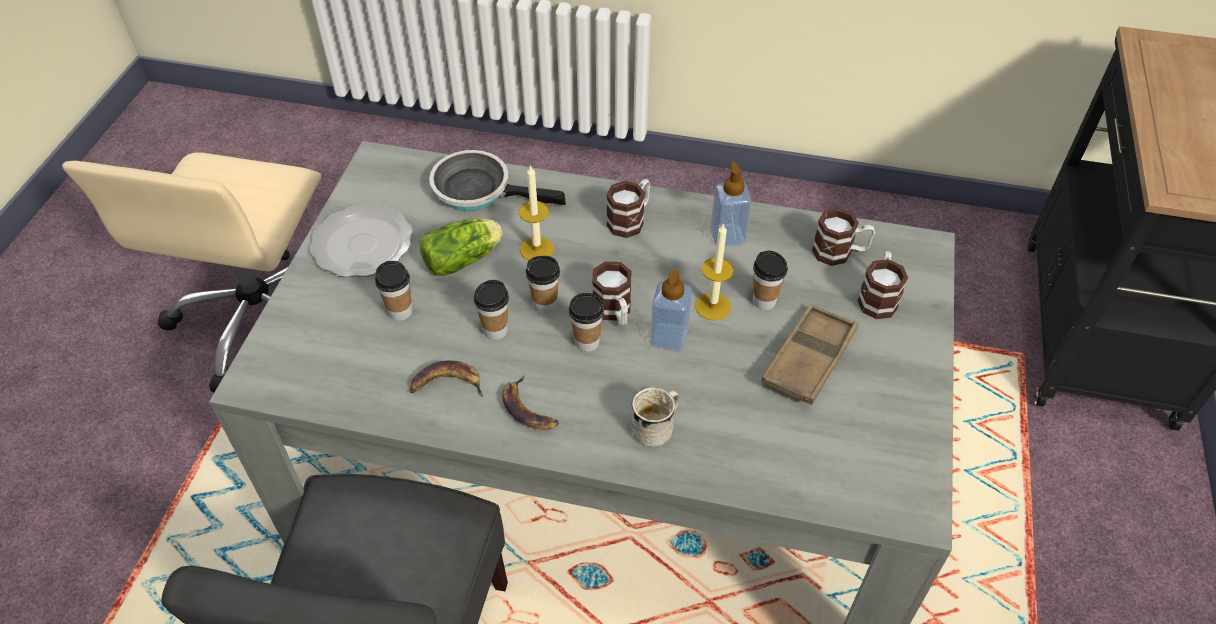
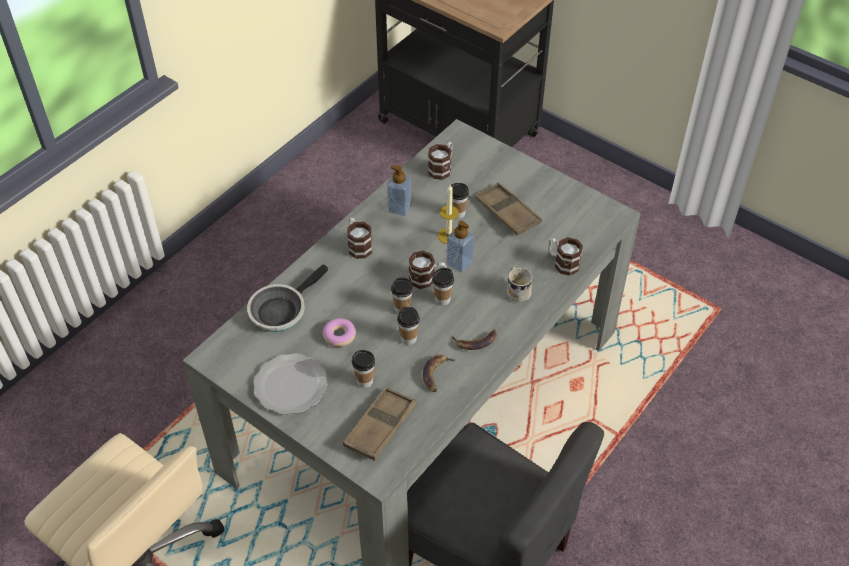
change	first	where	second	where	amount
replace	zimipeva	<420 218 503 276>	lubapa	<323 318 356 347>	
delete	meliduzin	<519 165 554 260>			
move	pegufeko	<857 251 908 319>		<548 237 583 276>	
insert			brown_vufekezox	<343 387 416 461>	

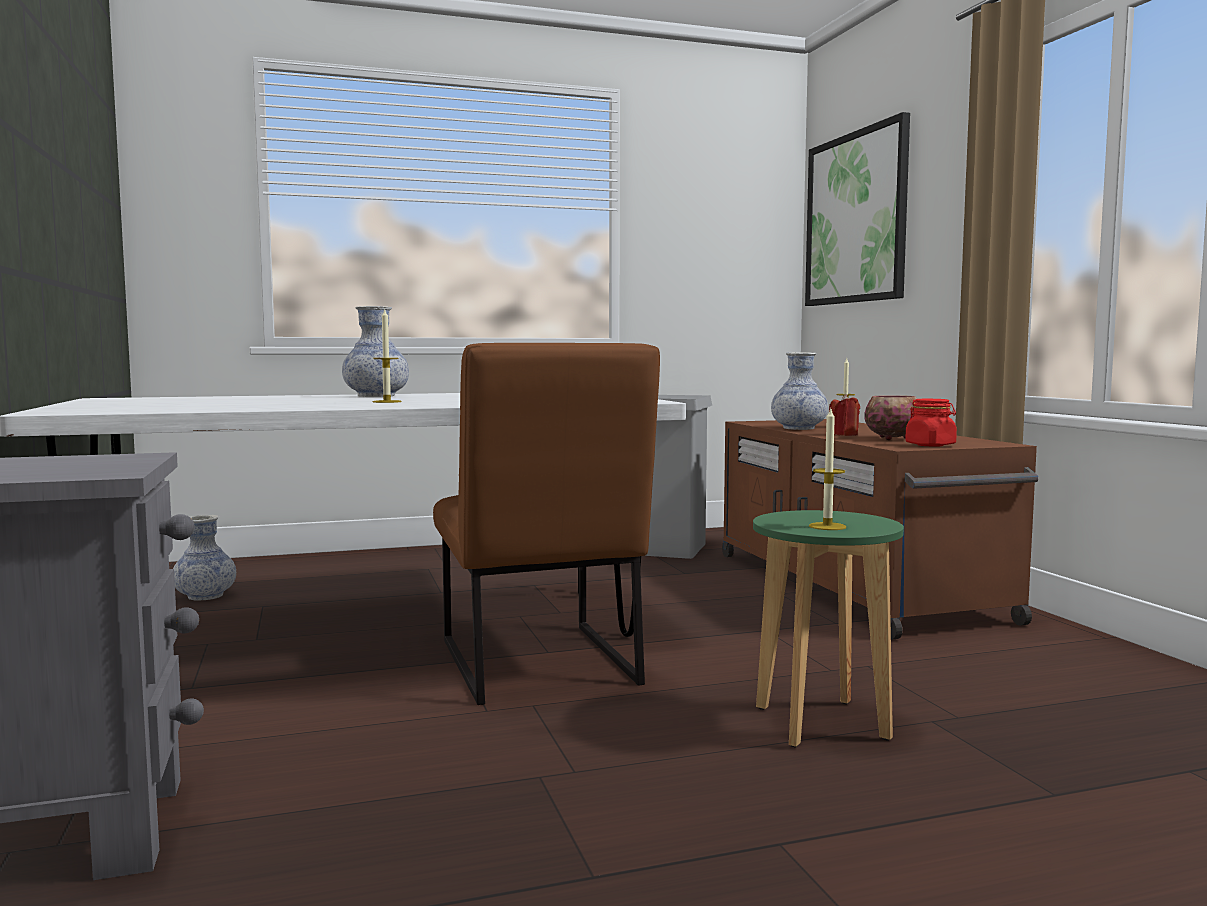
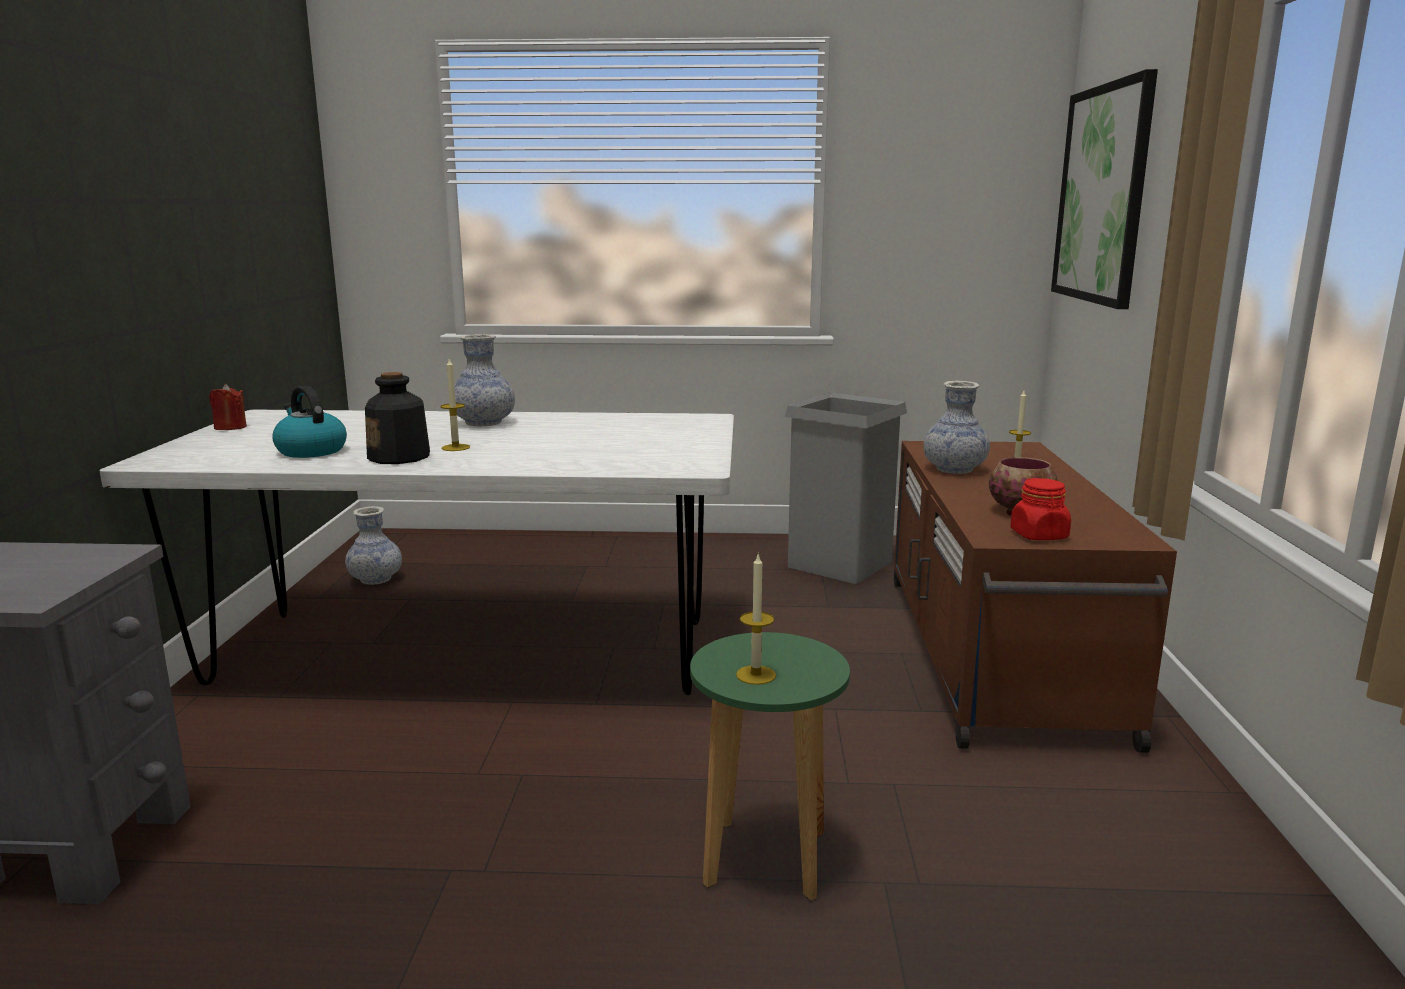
change	first	where	second	where	amount
delete	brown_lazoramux	<433 343 660 705>			
move	red_meliduzin	<829 394 860 436>		<209 384 247 430>	
insert			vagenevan	<272 386 347 458>	
insert			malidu	<365 372 430 464>	

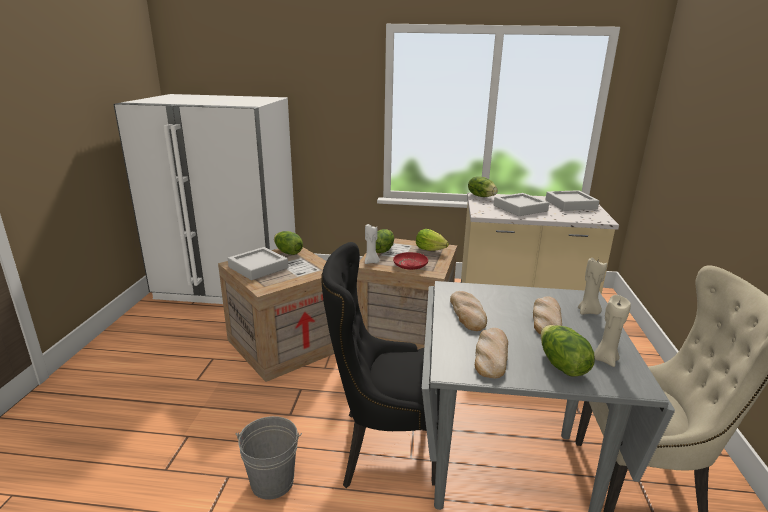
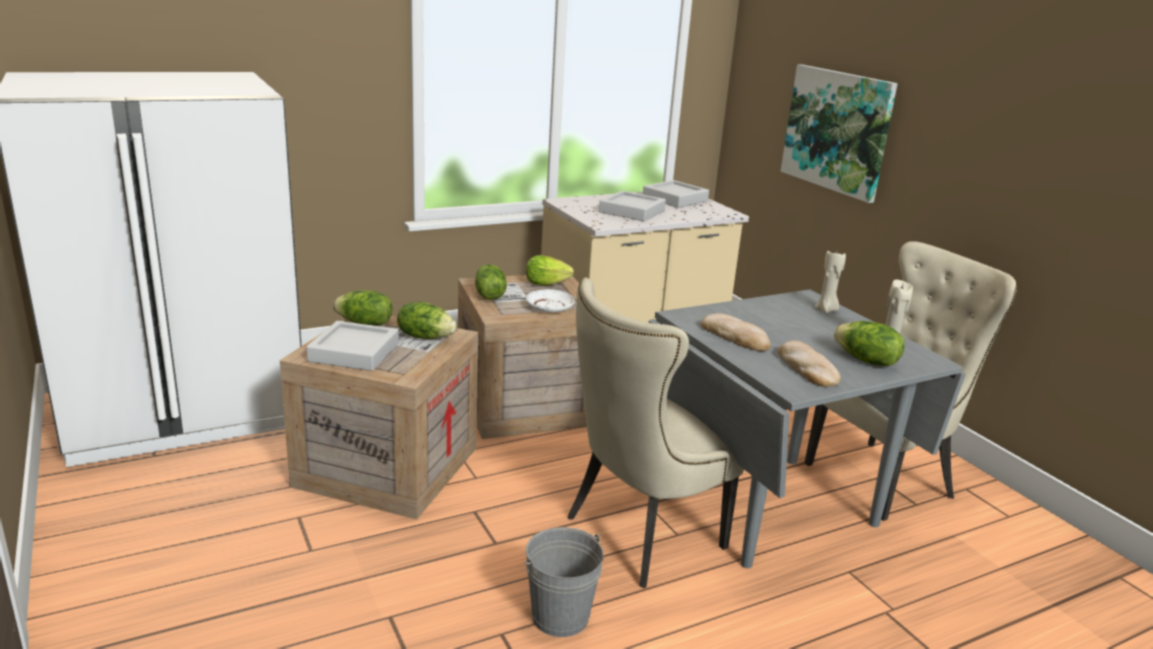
change	first	where	second	where	amount
recolor	black_lazoramux	<321 242 440 488>	beige_lazoramux	<567 278 744 588>	
delete	white_meliduzin	<365 224 380 264>			
recolor	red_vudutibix	<393 252 428 270>	white_vudutibix	<526 289 574 313>	
move	zimipeva	<468 176 498 197>		<397 302 457 339>	
delete	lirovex	<533 296 562 335>			
insert			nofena	<781 64 898 203>	

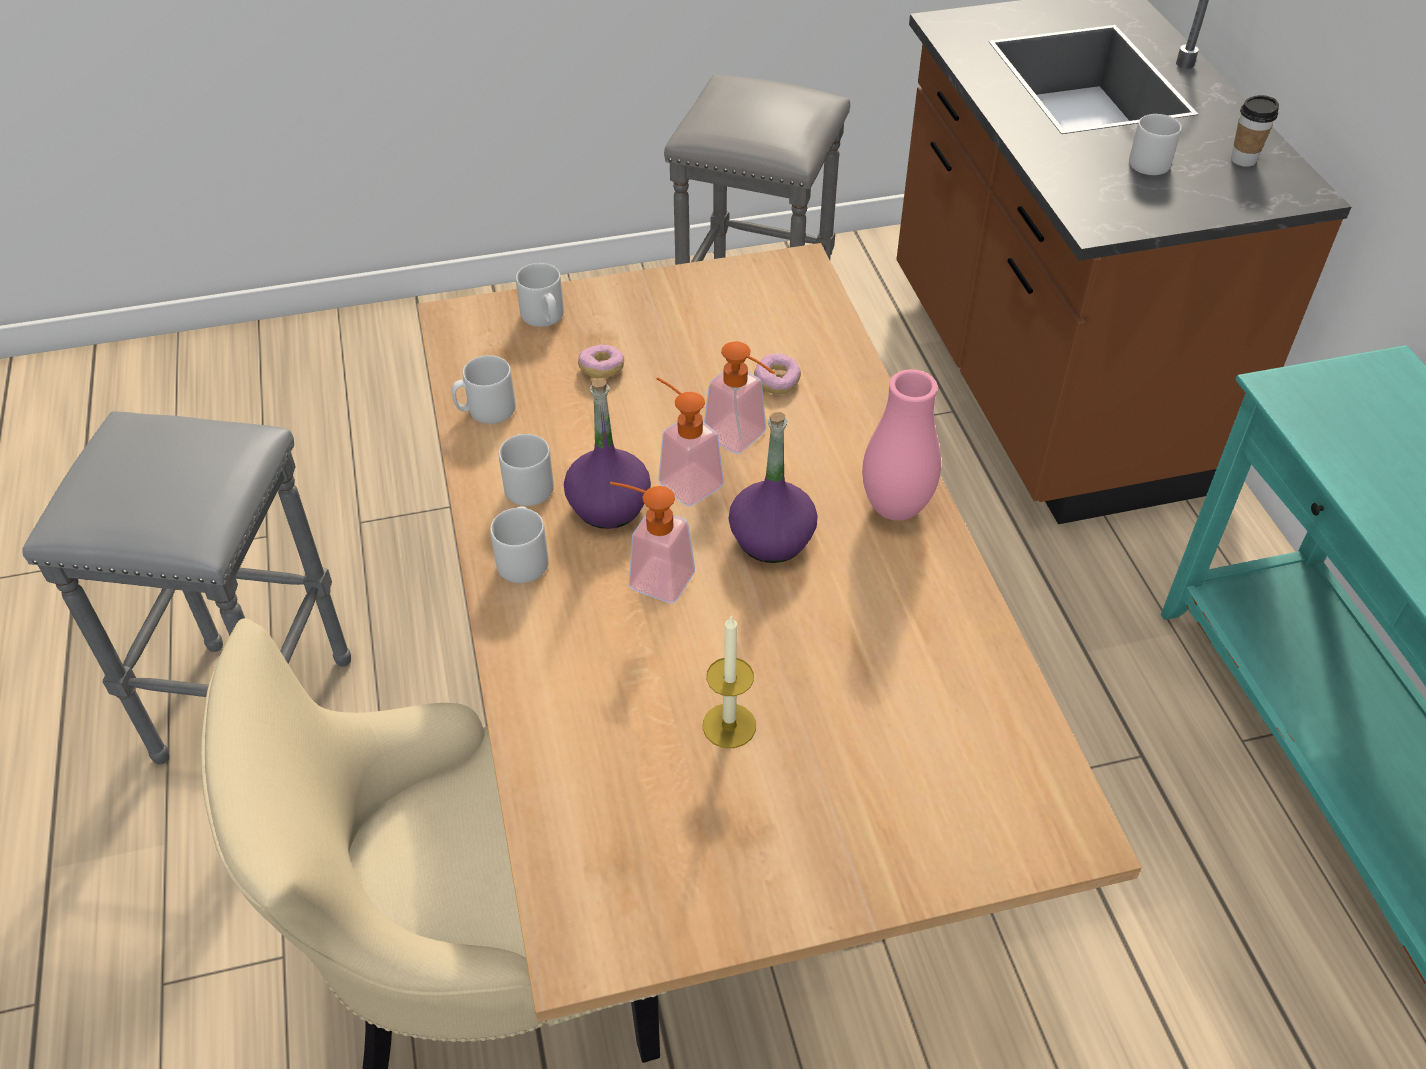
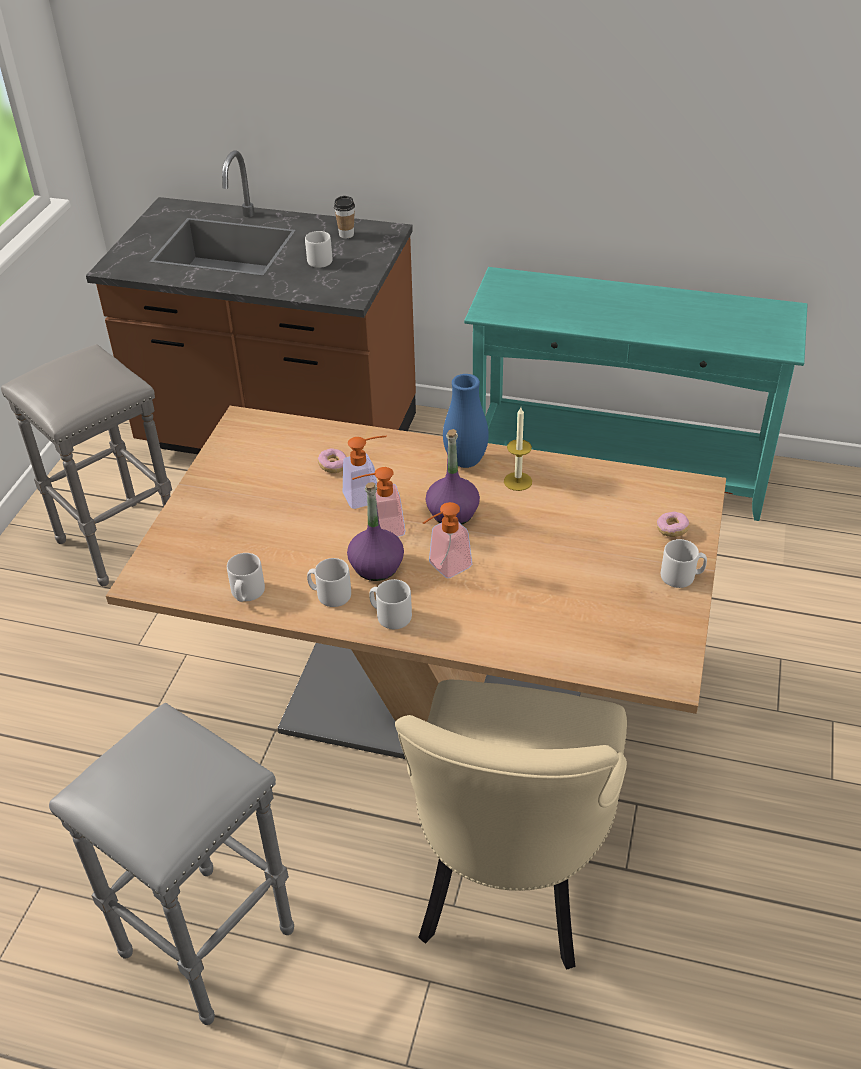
change	first	where	second	where	amount
move	grey_pegufeko	<516 263 564 327>		<661 539 707 588>	
move	lubapa	<578 344 624 378>		<657 511 690 537>	
move	meliduzin	<703 616 756 748>		<504 407 532 491>	
recolor	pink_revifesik	<862 369 941 521>	blue_revifesik	<443 374 489 468>	

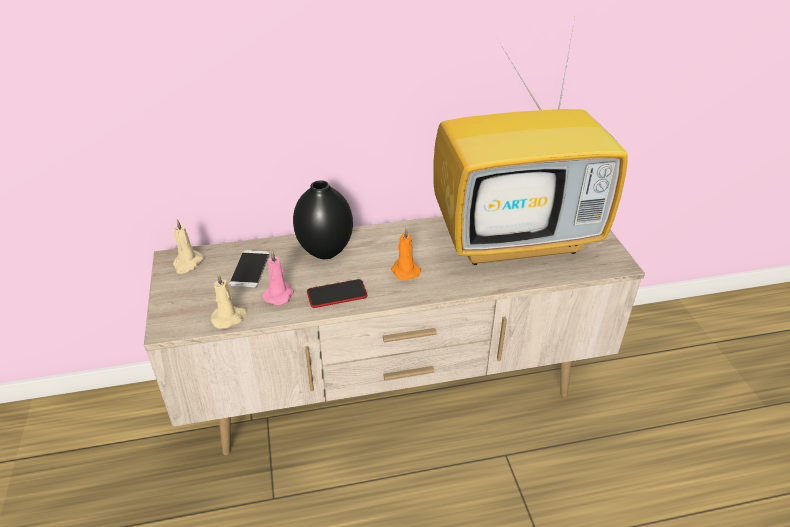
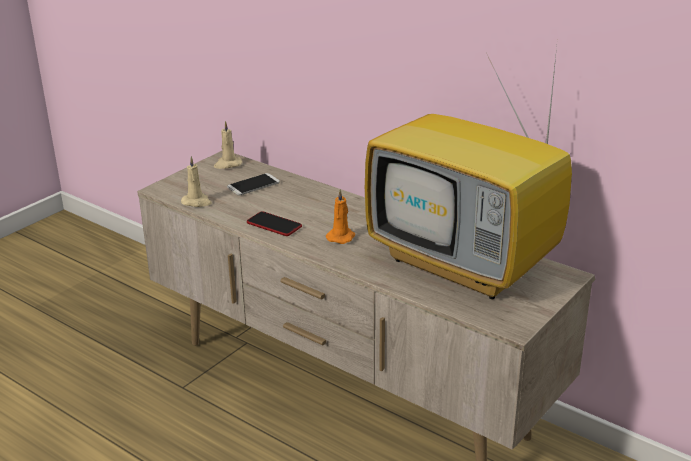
change	first	where	second	where	amount
delete	pink_meliduzin	<262 250 294 305>			
delete	black_revifesik	<293 180 353 259>			

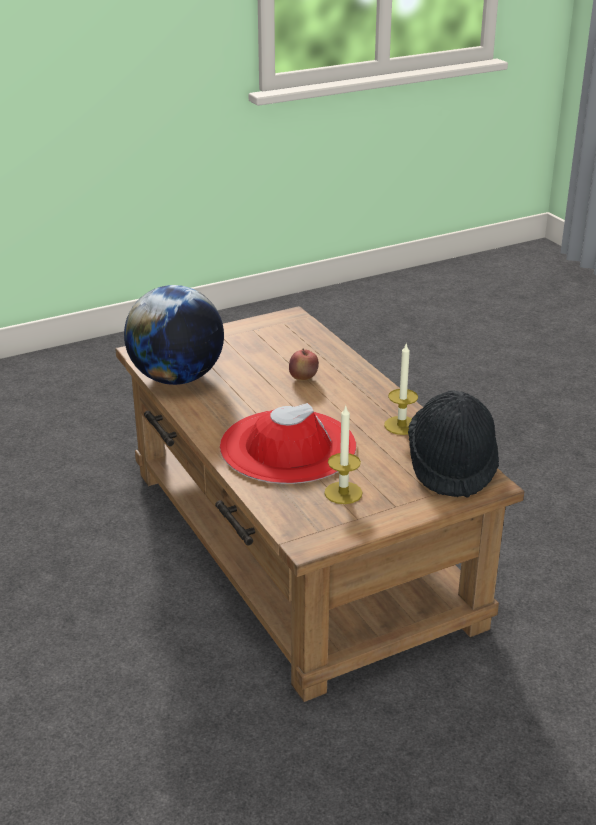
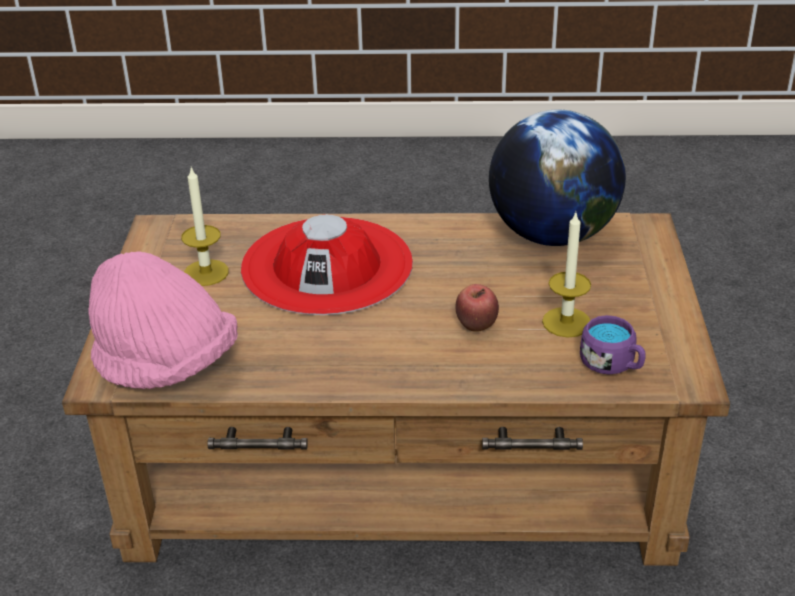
change	first	where	second	where	amount
move	meliduzin	<384 344 418 435>		<542 213 591 338>	
recolor	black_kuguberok	<408 390 499 497>	pink_kuguberok	<88 251 238 389>	
insert			purple_pegufeko	<580 315 646 375>	

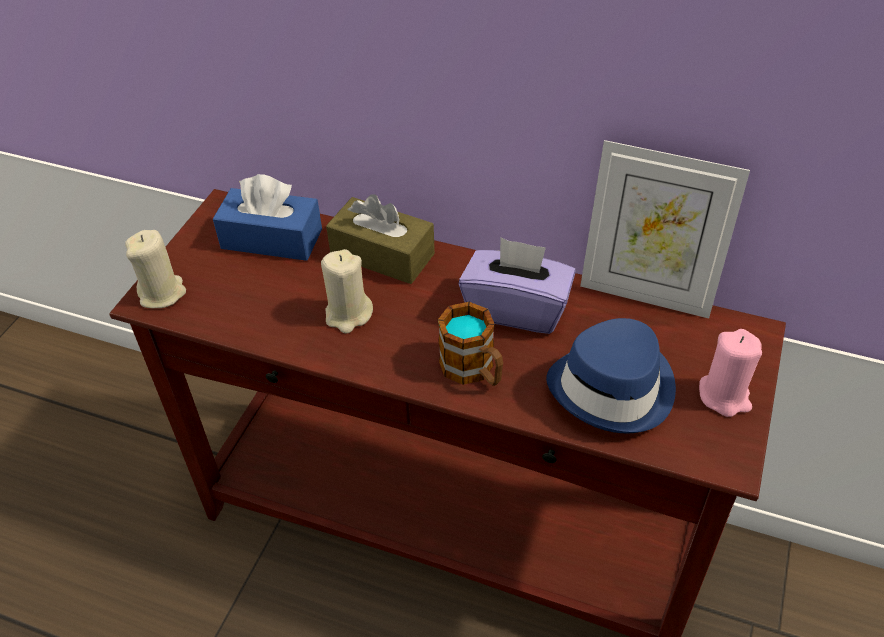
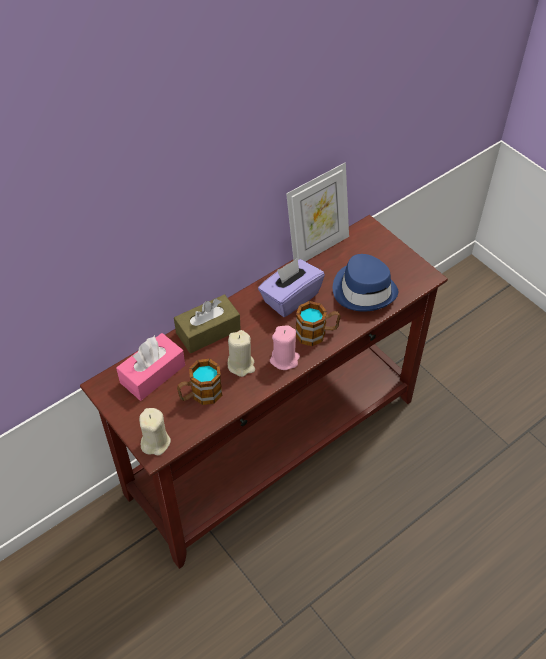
change	first	where	second	where	amount
recolor	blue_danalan	<213 174 322 261>	pink_danalan	<116 333 185 401>	
move	pink_meliduzin	<699 329 762 417>		<270 325 300 370>	
insert			pegufeko	<177 359 222 405>	

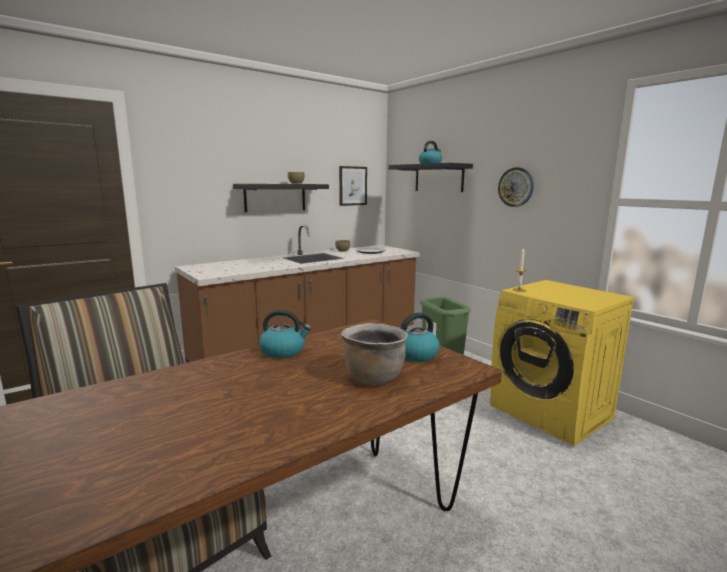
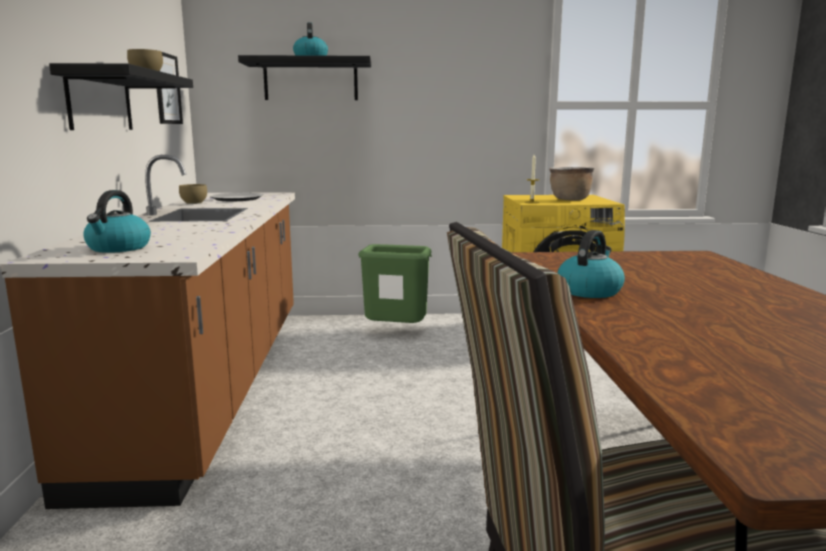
change	first	where	second	where	amount
move	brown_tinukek	<341 323 408 385>		<549 167 594 201>	
move	vagenevan	<400 313 439 362>		<83 190 151 253>	
delete	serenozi	<498 167 534 207>			

